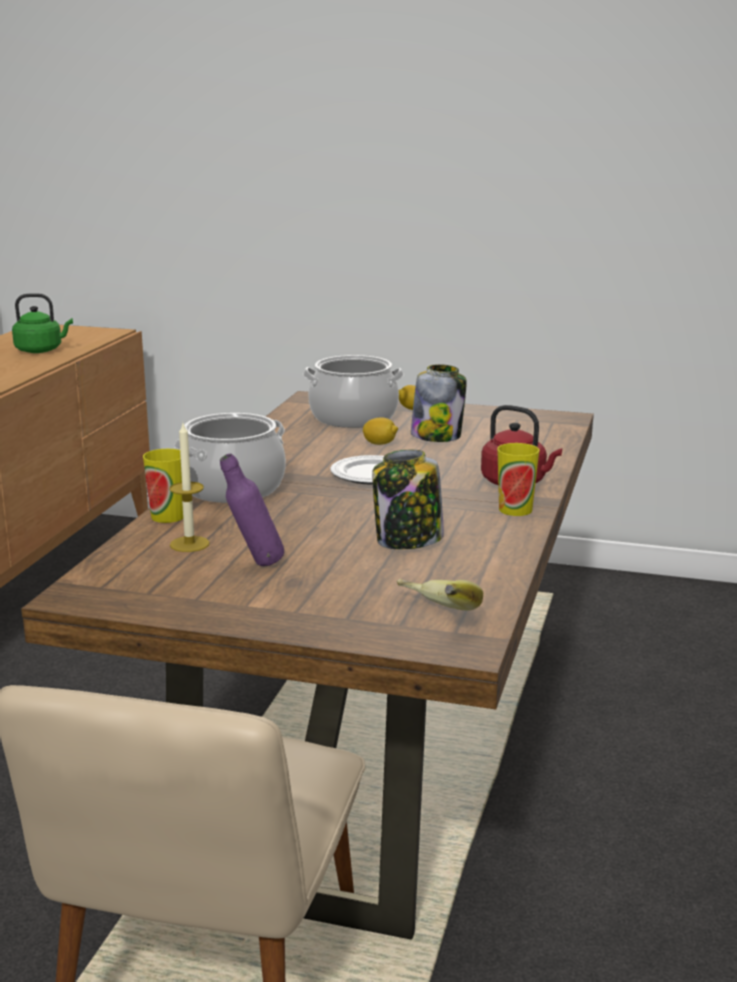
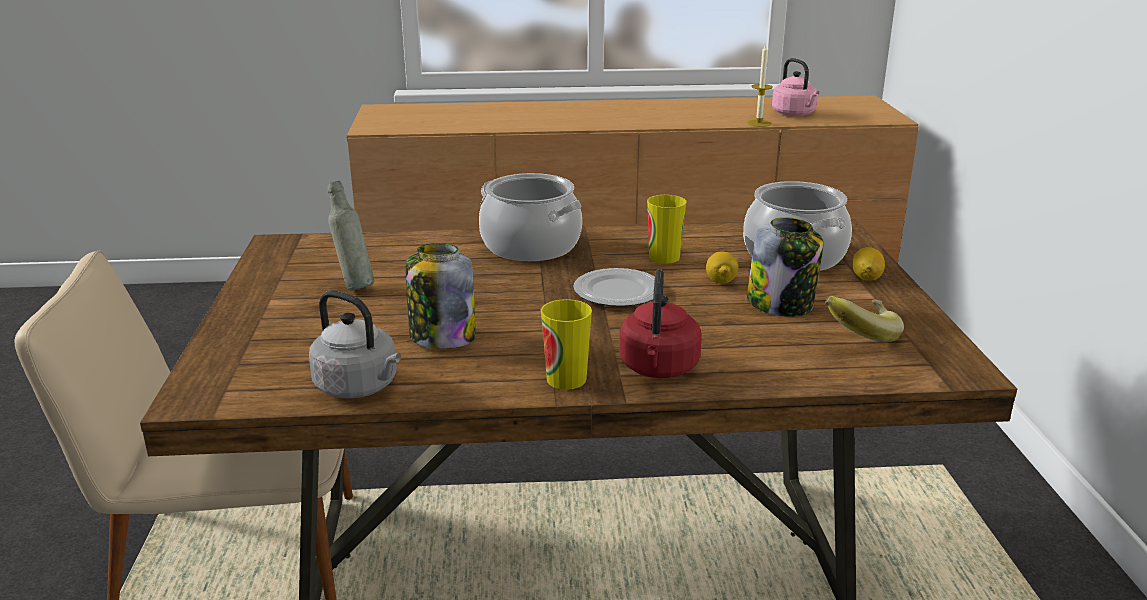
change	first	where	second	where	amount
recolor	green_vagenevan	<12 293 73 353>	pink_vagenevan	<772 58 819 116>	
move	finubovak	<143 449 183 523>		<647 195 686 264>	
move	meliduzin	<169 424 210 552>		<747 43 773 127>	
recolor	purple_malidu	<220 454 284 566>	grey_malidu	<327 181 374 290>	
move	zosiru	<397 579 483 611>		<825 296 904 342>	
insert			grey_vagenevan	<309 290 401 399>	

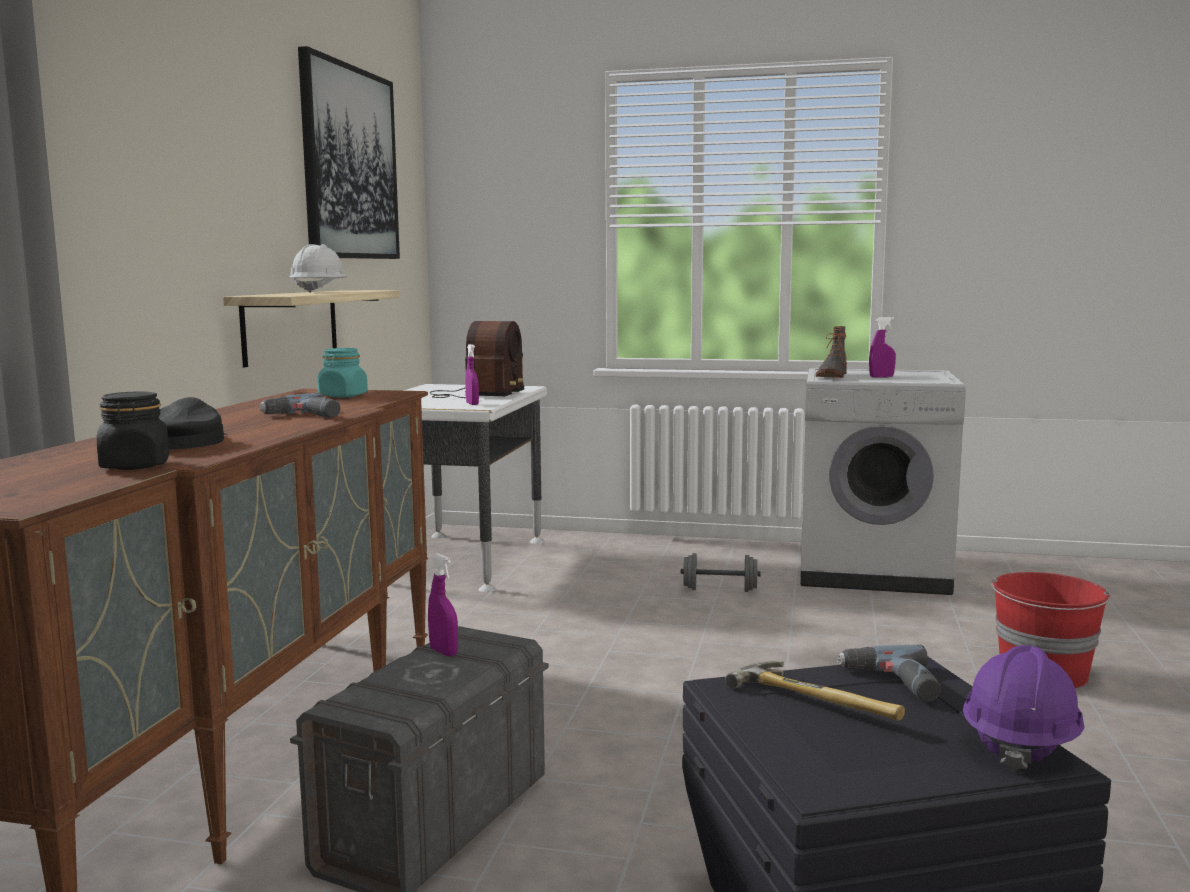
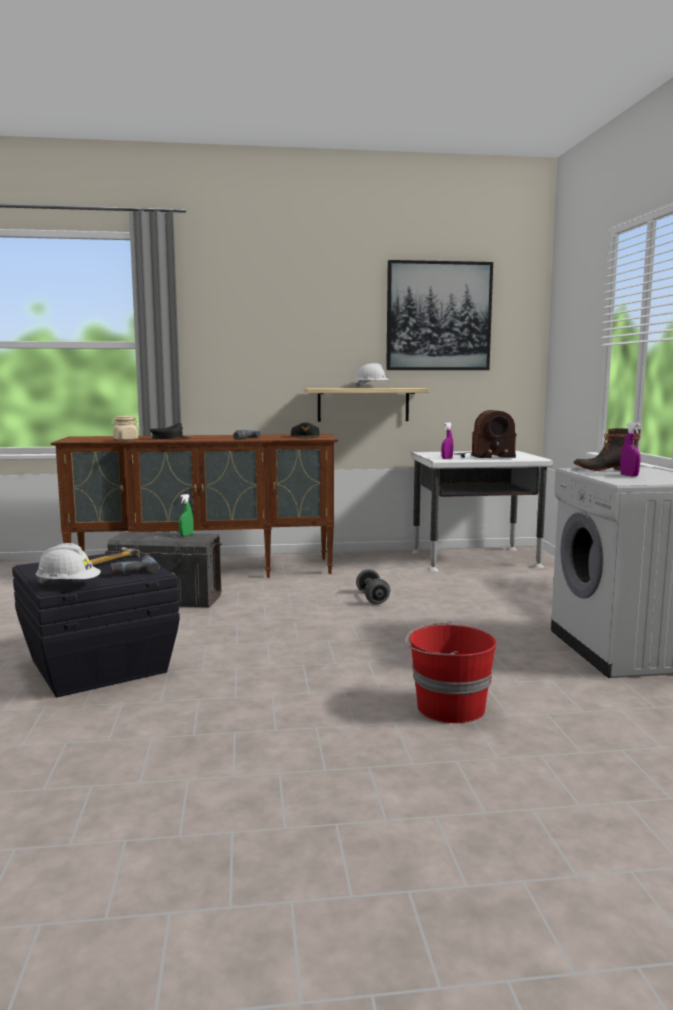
change	first	where	second	where	amount
recolor	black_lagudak	<97 391 169 470>	beige_lagudak	<111 416 139 441>	
replace	turquoise_lagudak	<317 348 368 398>	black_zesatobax	<291 422 320 438>	
recolor	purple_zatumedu	<428 554 458 656>	green_zatumedu	<179 494 193 536>	
move	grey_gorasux	<681 553 761 592>		<356 569 390 604>	
recolor	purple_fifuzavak	<963 645 1085 772>	white_fifuzavak	<36 543 101 585>	

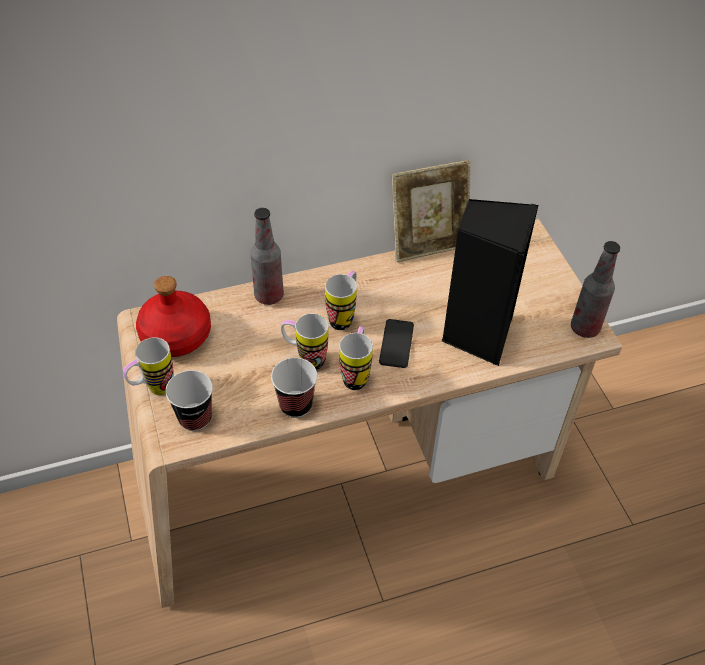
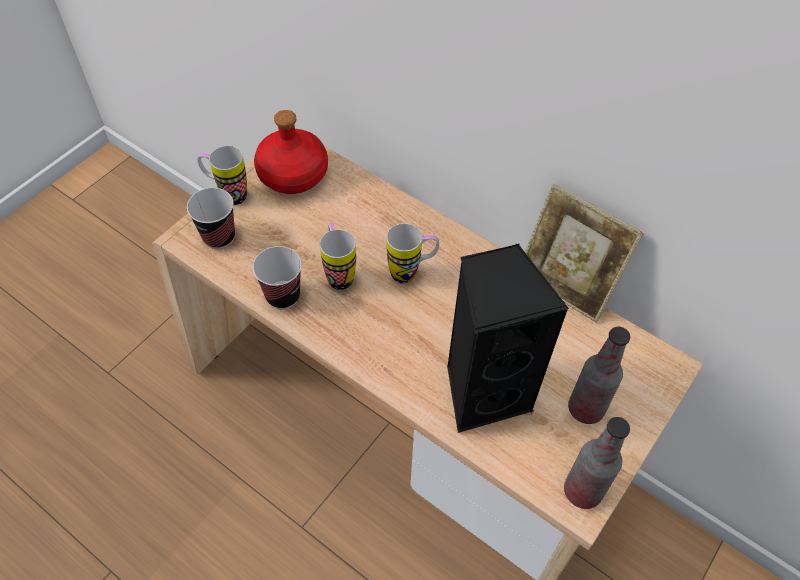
change	first	where	second	where	amount
move	malidu	<250 208 284 305>		<568 327 630 424>	
delete	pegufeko	<339 327 373 390>			
delete	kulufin	<379 319 414 368>			

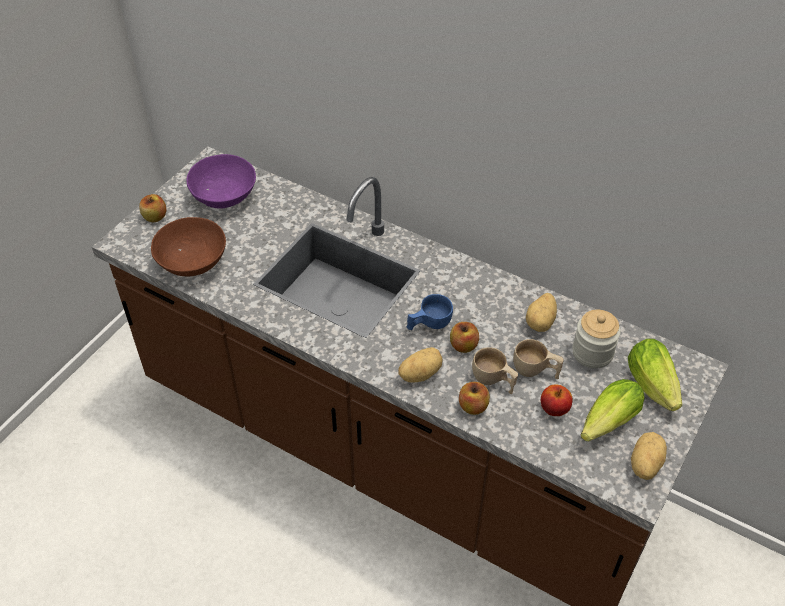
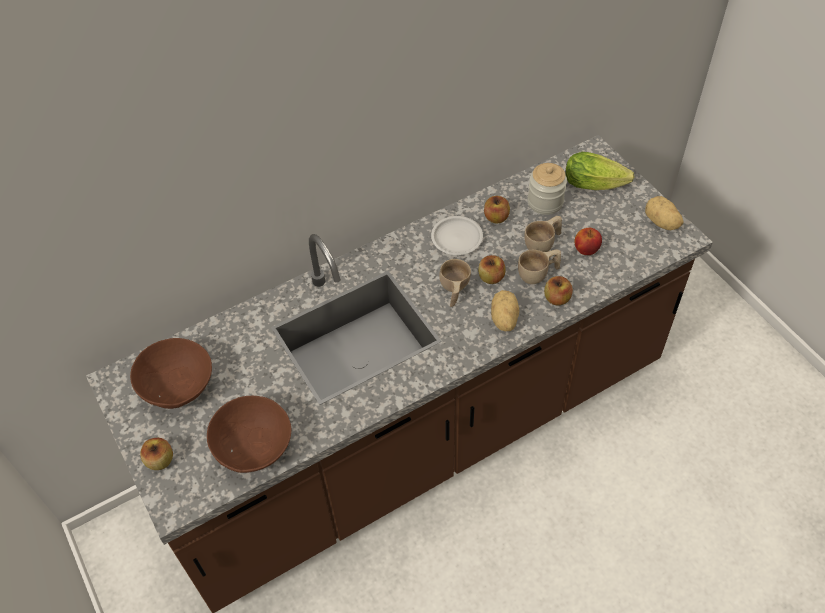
change	first	where	second	where	amount
recolor	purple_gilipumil	<186 154 256 209>	brown_gilipumil	<130 338 212 409>	
recolor	blue_finubovak	<407 294 453 330>	beige_finubovak	<439 259 471 307>	
replace	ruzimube	<526 293 557 332>	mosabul	<484 196 510 224>	
delete	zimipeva	<581 379 644 441>			
insert			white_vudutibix	<431 216 483 255>	

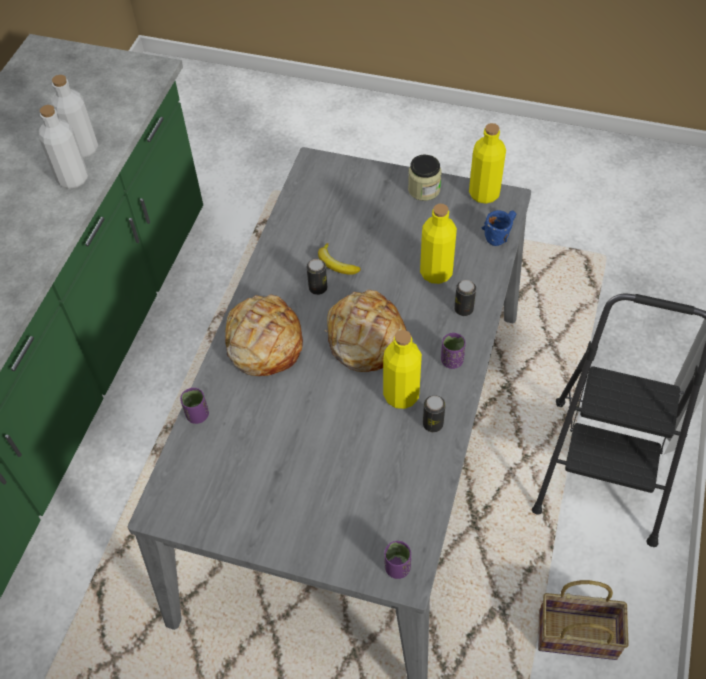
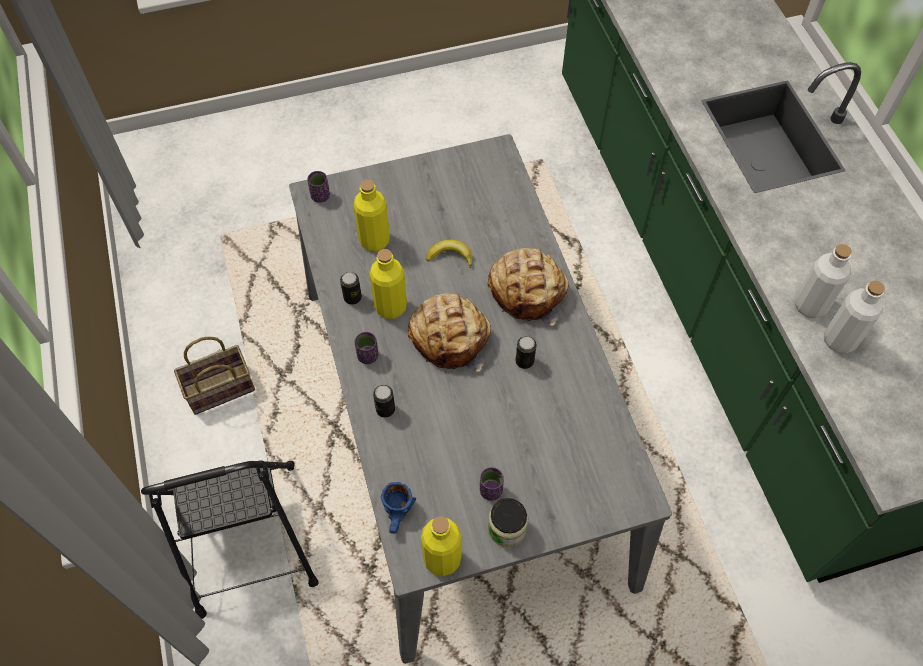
change	first	where	second	where	amount
move	purple_finubovak	<180 388 209 424>		<480 467 504 501>	
move	zosiru	<318 243 361 275>		<426 240 472 268>	
move	yellow_malidu	<420 204 457 284>		<353 179 390 251>	

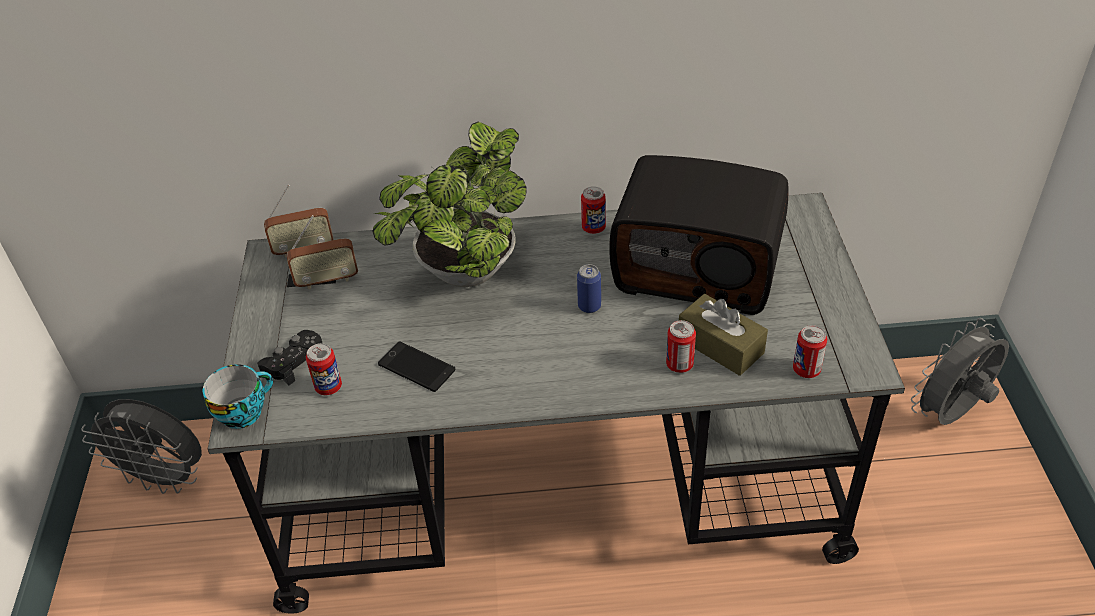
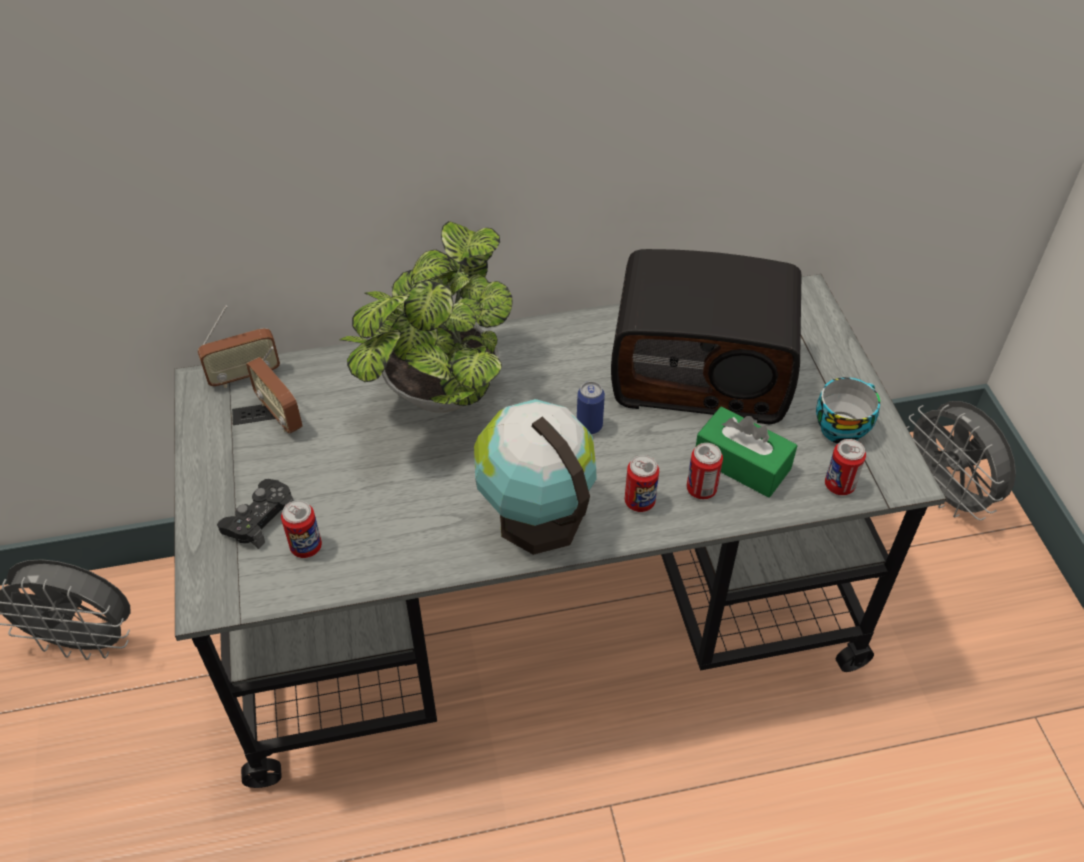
change	first	where	second	where	amount
move	finubovak	<203 364 273 429>		<816 377 880 444>	
rotate	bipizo	<287 215 358 290>		<246 347 303 434>	75 degrees clockwise
delete	kulufin	<378 341 455 392>			
move	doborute	<581 186 606 234>		<625 455 659 512>	
recolor	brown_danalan	<679 294 768 376>	green_danalan	<695 406 797 498>	
rotate	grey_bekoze	<911 318 1009 425>		<907 401 1016 520>	75 degrees counterclockwise
insert			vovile	<474 399 596 555>	

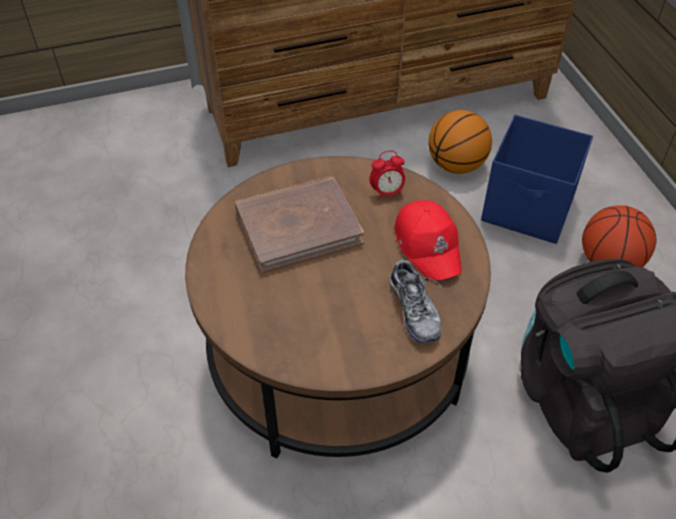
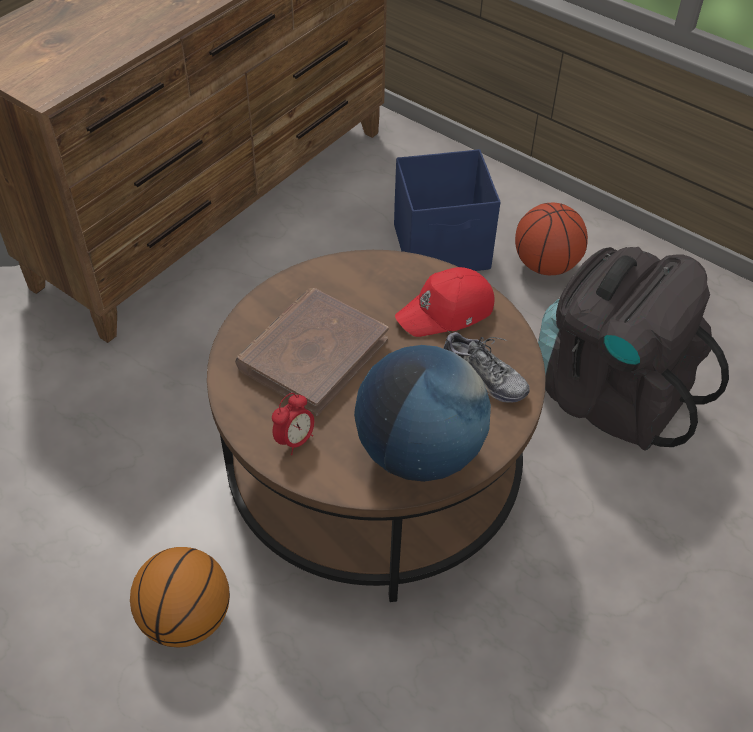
change	first	where	second	where	amount
move	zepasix	<370 151 405 200>		<272 393 314 455>	
rotate	red_zesatobax	<394 200 462 281>		<395 267 494 337>	120 degrees clockwise
move	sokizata	<428 110 492 174>		<130 547 230 648>	
insert			vovile	<354 345 491 482>	

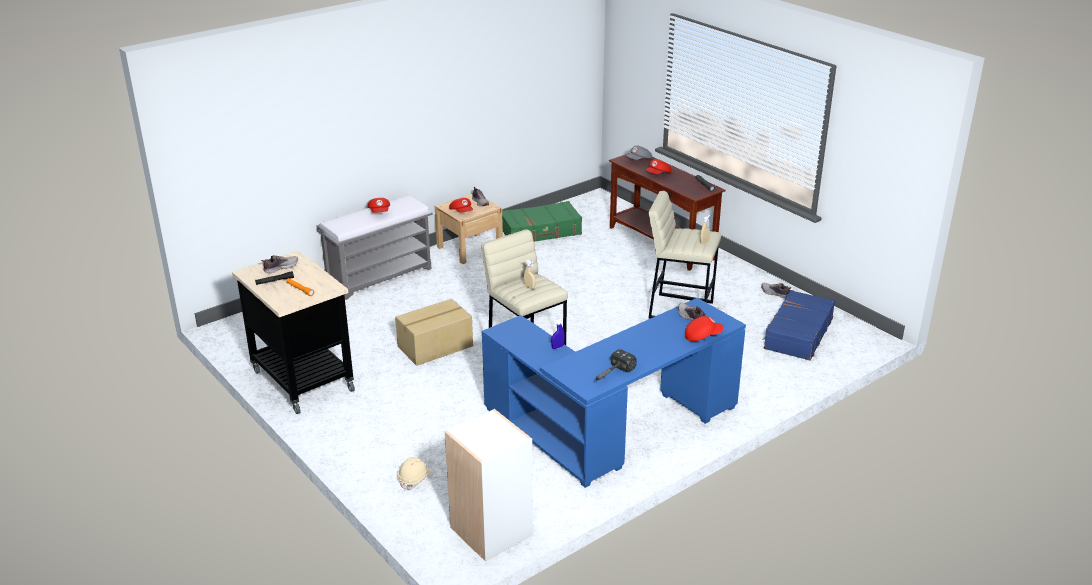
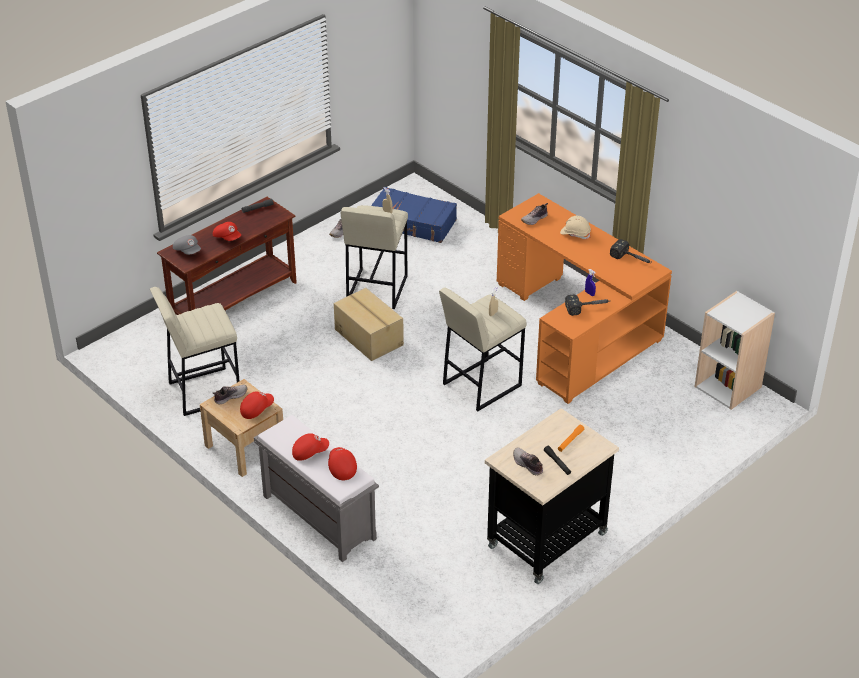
change	first	where	second	where	amount
move	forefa	<395 299 473 366>		<334 288 404 361>	
move	beige_fifuzavak	<398 457 431 491>		<560 216 591 239>	
recolor	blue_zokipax	<482 298 746 488>	orange_zokipax	<497 193 672 404>	
replace	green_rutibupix	<502 201 582 242>	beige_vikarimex	<150 287 239 416>	
move	red_zesatobax	<685 316 723 341>		<328 447 357 480>	
insert			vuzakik	<565 294 611 316>	

